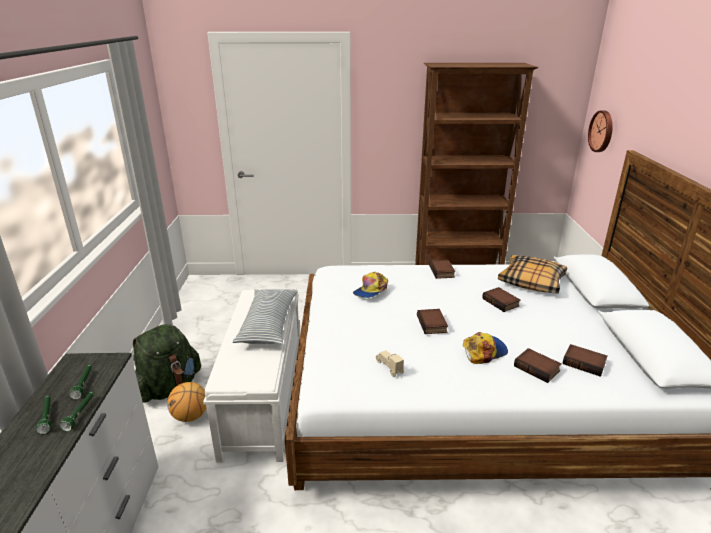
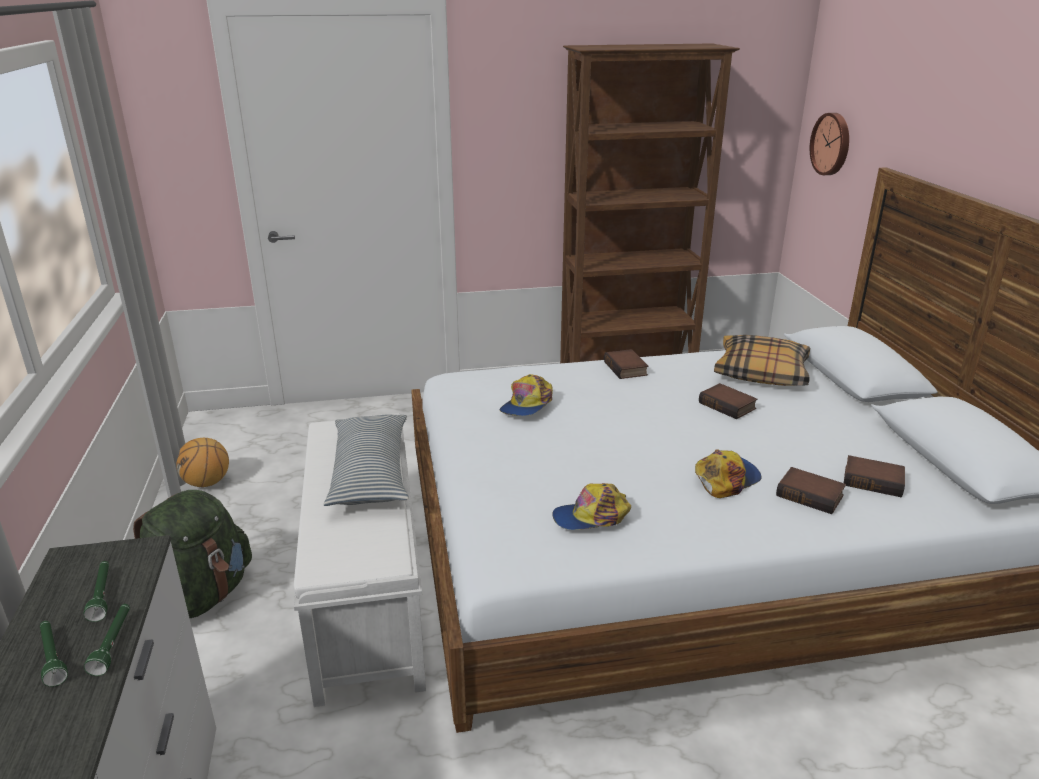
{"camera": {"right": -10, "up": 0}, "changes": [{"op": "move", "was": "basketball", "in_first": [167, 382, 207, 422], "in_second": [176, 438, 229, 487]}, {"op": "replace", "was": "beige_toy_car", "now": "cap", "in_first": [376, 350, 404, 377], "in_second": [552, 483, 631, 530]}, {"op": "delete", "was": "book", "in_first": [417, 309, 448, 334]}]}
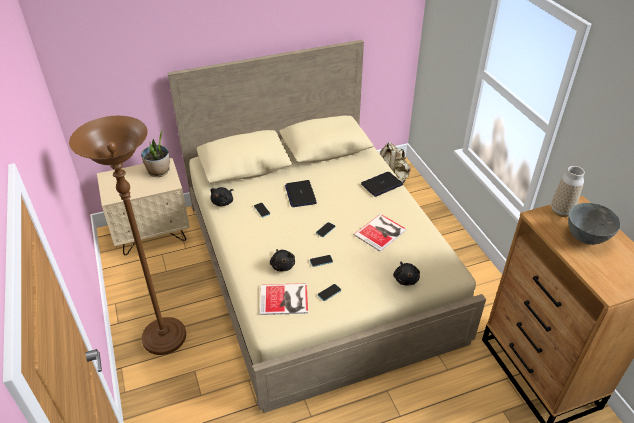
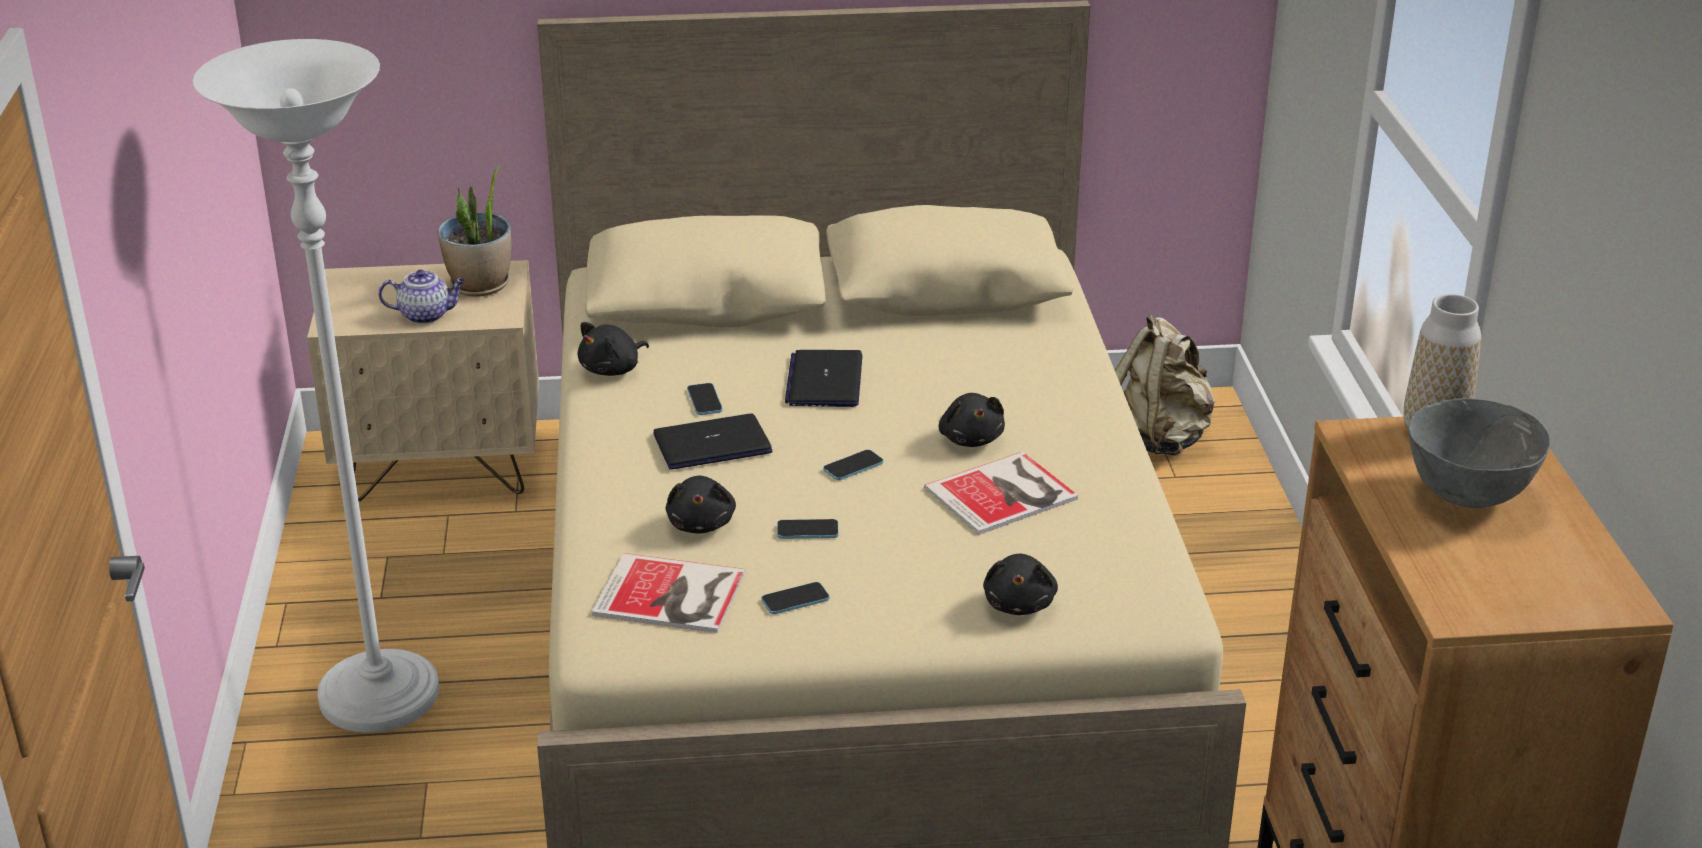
{"camera": {"right": 15, "up": -10}, "changes": [{"op": "recolor", "was": "brown_floor_lamp", "now": "white_floor_lamp", "in_first": [69, 116, 186, 355], "in_second": [193, 39, 439, 733]}, {"op": "insert", "now": "teapot", "in_second": [378, 269, 465, 324]}, {"op": "move", "was": "laptop", "in_first": [361, 172, 403, 197], "in_second": [653, 413, 772, 470]}, {"op": "insert", "now": "black_plush_toy", "in_second": [939, 393, 1005, 447]}]}
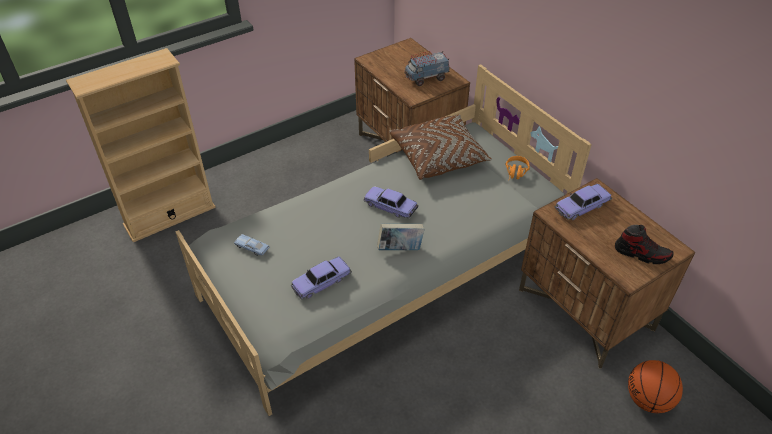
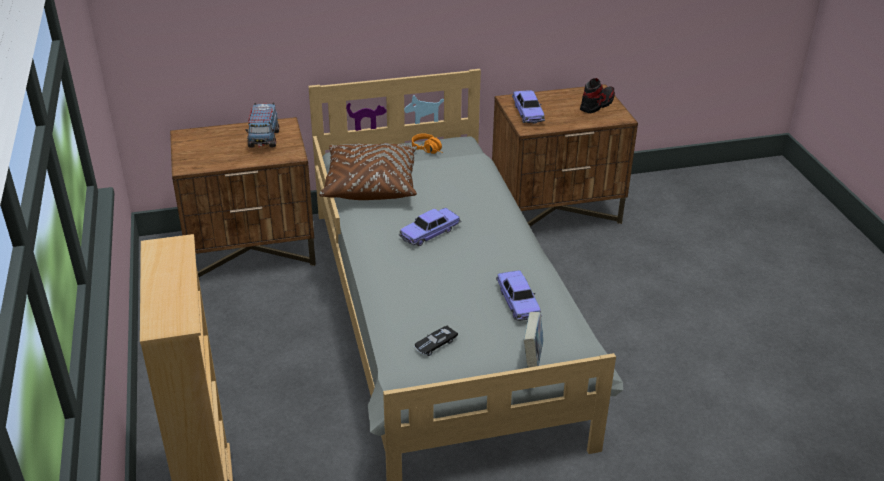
{"camera": {"right": -70, "up": -10}, "changes": [{"op": "recolor", "was": "blue_toy_car", "now": "black_toy_car", "in_first": [234, 234, 269, 256], "in_second": [415, 325, 458, 356]}, {"op": "move", "was": "book", "in_first": [377, 224, 424, 250], "in_second": [524, 312, 543, 368]}, {"op": "delete", "was": "basketball", "in_first": [628, 360, 683, 413]}]}
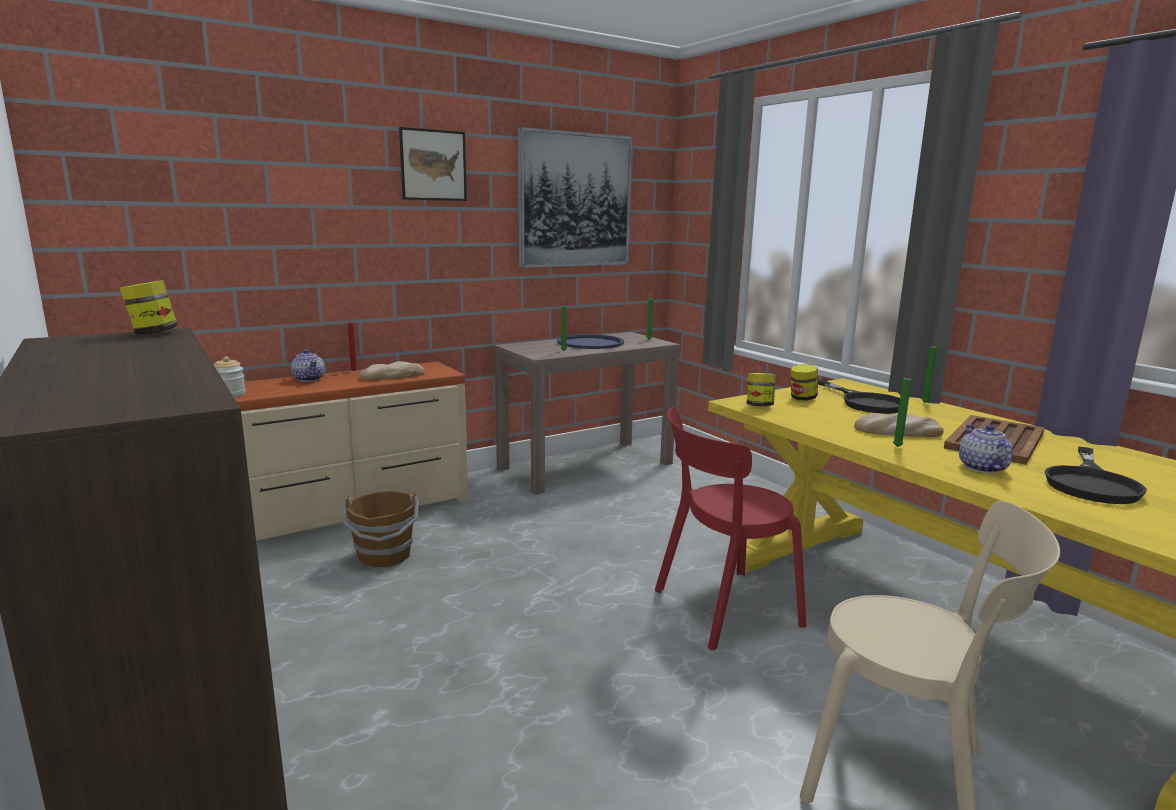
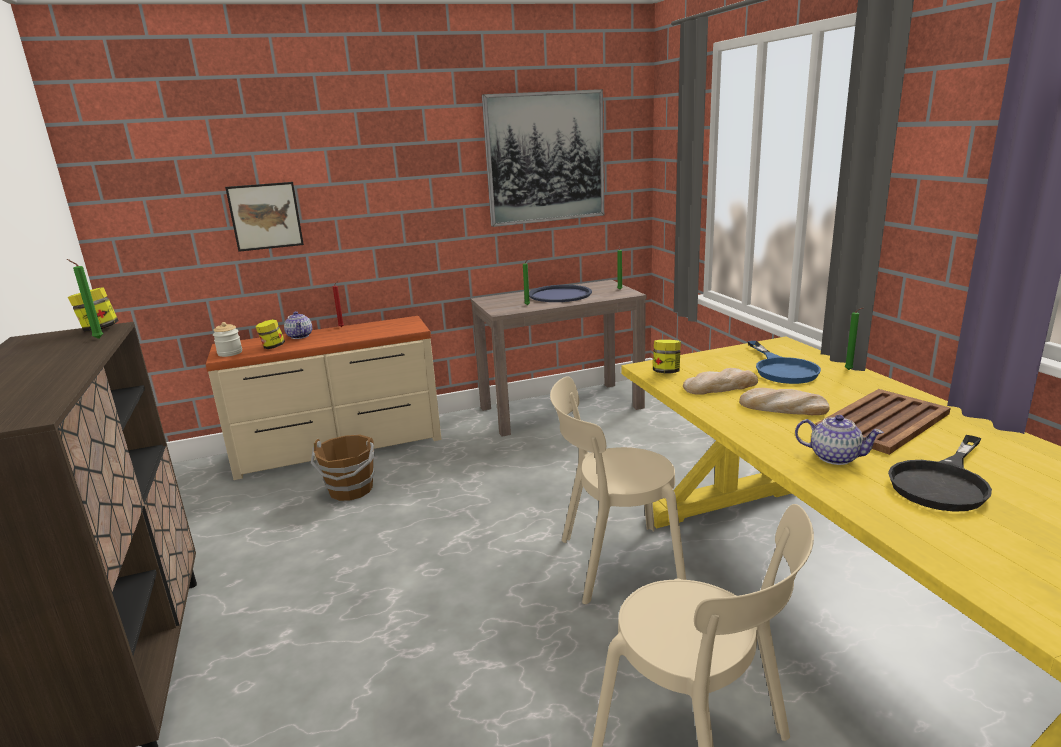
{"camera": {"right": 15, "up": 5}, "changes": [{"op": "move", "was": "green_candle", "in_first": [893, 371, 912, 447], "in_second": [67, 259, 103, 339]}, {"op": "move", "was": "picture", "in_first": [399, 127, 467, 201], "in_second": [225, 182, 304, 252]}, {"op": "move", "was": "jar", "in_first": [791, 364, 818, 400], "in_second": [256, 319, 285, 349]}, {"op": "recolor", "was": "red_chair", "now": "beige_chair", "in_first": [655, 407, 806, 650], "in_second": [550, 376, 686, 604]}, {"op": "move", "was": "bread", "in_first": [360, 361, 425, 380], "in_second": [683, 368, 758, 395]}, {"op": "recolor", "was": "black_frying_pan", "now": "blue_frying_pan", "in_first": [818, 380, 900, 414], "in_second": [748, 341, 821, 384]}, {"op": "rotate", "was": "teapot", "in_first": [959, 424, 1013, 473], "in_second": [795, 415, 884, 465], "clockwise": 105}]}
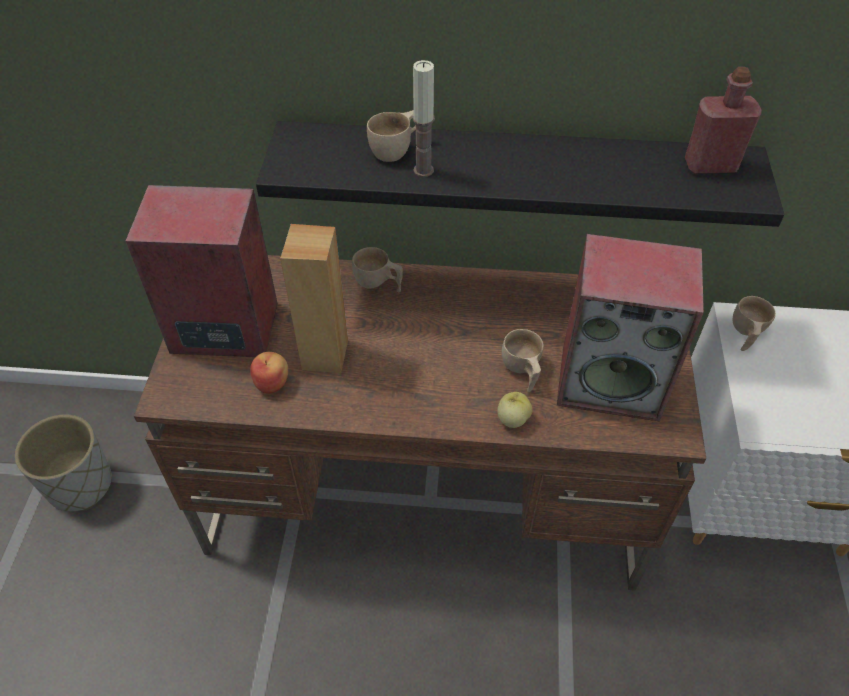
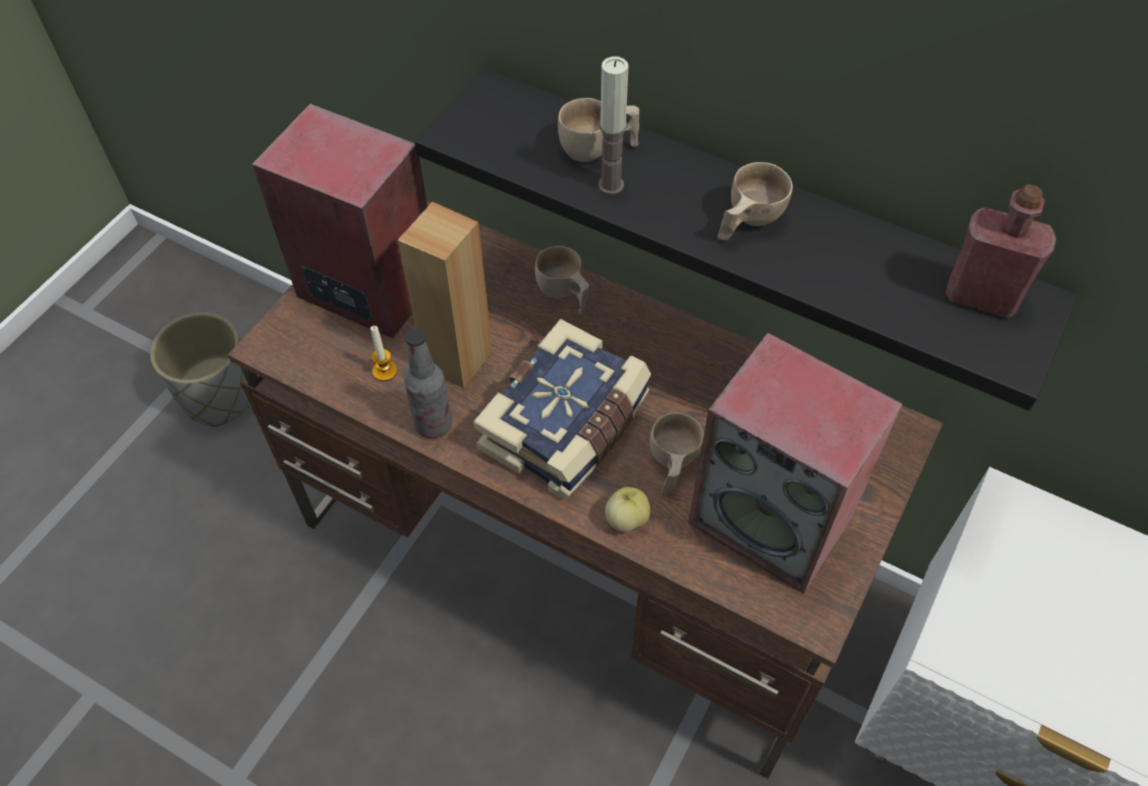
{"camera": {"right": 25, "up": 5}, "changes": [{"op": "replace", "was": "apple", "now": "candle", "in_first": [250, 352, 288, 394], "in_second": [370, 326, 397, 381]}, {"op": "insert", "now": "bottle", "in_second": [404, 328, 452, 438]}, {"op": "insert", "now": "book", "in_second": [473, 319, 651, 499]}, {"op": "move", "was": "beige_cup", "in_first": [733, 296, 776, 351], "in_second": [717, 162, 793, 240]}]}
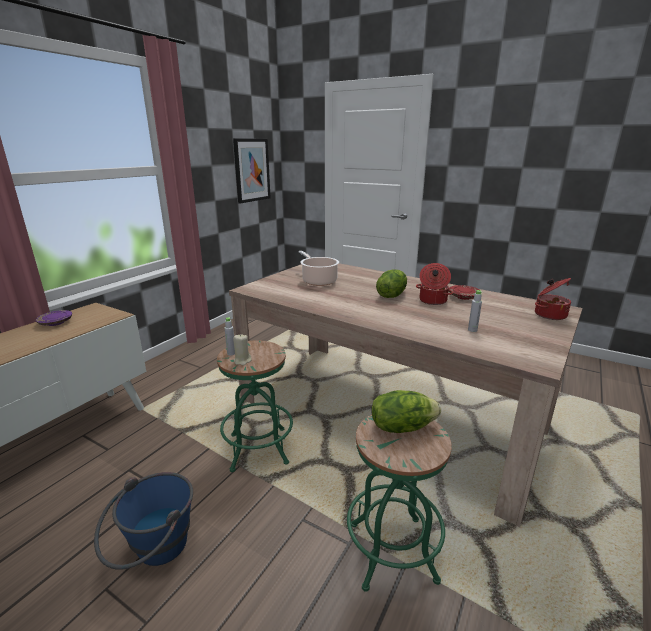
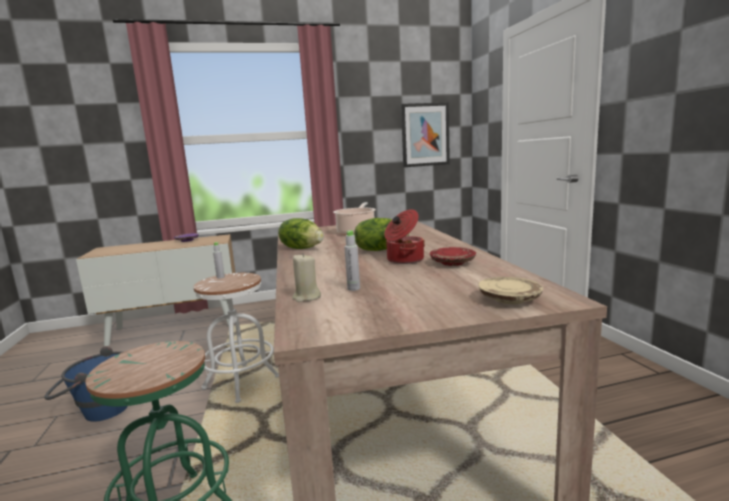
{"camera": {"right": 45, "up": -10}, "changes": [{"op": "recolor", "was": "green_stool", "now": "white_stool", "in_first": [217, 340, 293, 472], "in_second": [193, 273, 279, 403]}, {"op": "move", "was": "lettuce", "in_first": [371, 390, 441, 433], "in_second": [278, 218, 324, 249]}, {"op": "move", "was": "beige_candle", "in_first": [233, 334, 252, 366], "in_second": [292, 253, 321, 302]}, {"op": "replace", "was": "cooking_pot", "now": "beige_plate", "in_first": [535, 278, 571, 320], "in_second": [478, 277, 543, 304]}]}
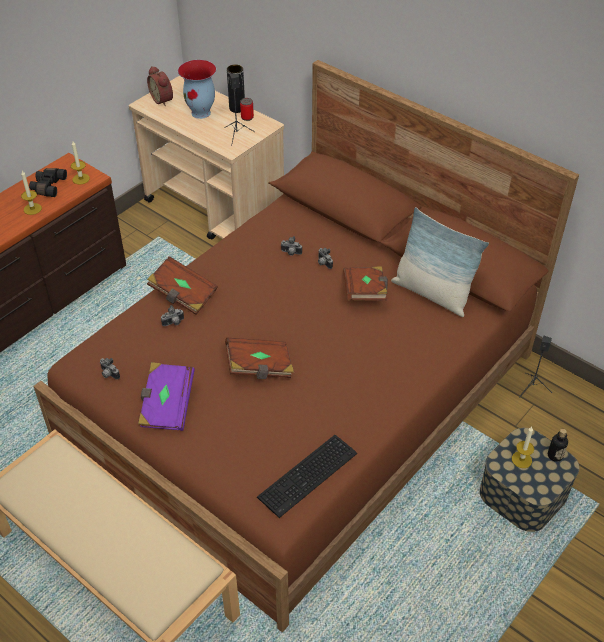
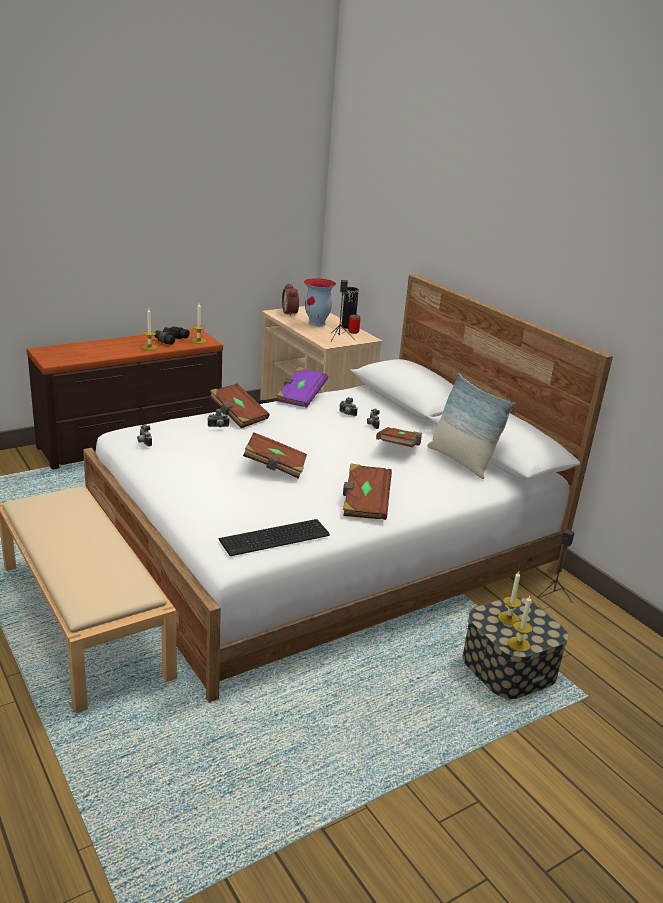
{"camera": {"right": 15, "up": -20}, "changes": [{"op": "recolor", "was": "brown_bed", "now": "white_bed", "in_first": [33, 60, 579, 632], "in_second": [83, 274, 613, 702]}, {"op": "move", "was": "purple_book", "in_first": [138, 362, 195, 431], "in_second": [276, 367, 328, 408]}, {"op": "insert", "now": "brown_book", "in_second": [343, 463, 392, 520]}, {"op": "insert", "now": "candle", "in_second": [508, 596, 533, 652]}, {"op": "delete", "was": "bottle", "in_first": [548, 429, 568, 462]}]}
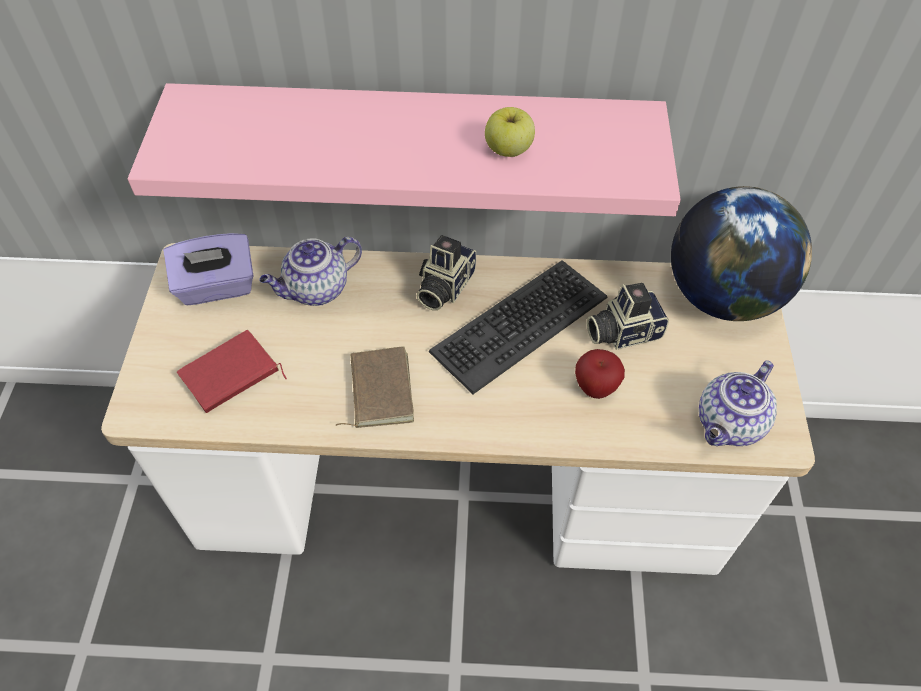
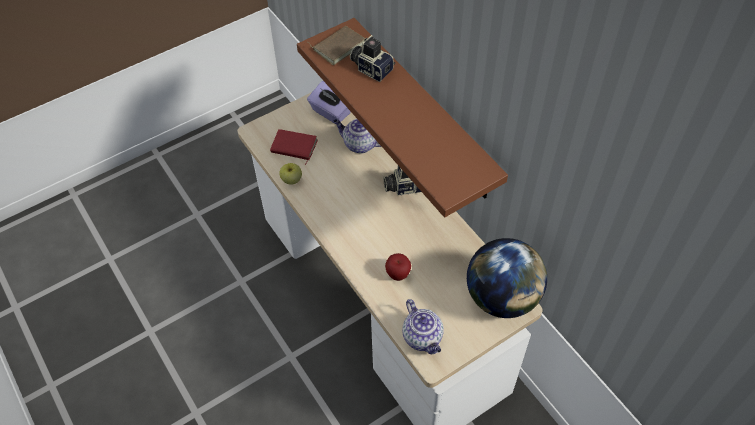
{"camera": {"right": 55, "up": 0}, "changes": [{"op": "move", "was": "apple", "in_first": [485, 107, 535, 157], "in_second": [279, 163, 302, 185]}, {"op": "recolor", "was": "pink_shelf", "now": "brown_shelf", "in_first": [128, 83, 681, 216], "in_second": [297, 18, 508, 218]}, {"op": "move", "was": "brown_book", "in_first": [336, 346, 414, 428], "in_second": [308, 25, 365, 65]}, {"op": "move", "was": "photo_camera", "in_first": [587, 283, 669, 350], "in_second": [350, 35, 395, 82]}, {"op": "rotate", "was": "teapot", "in_first": [699, 360, 777, 446], "in_second": [402, 299, 444, 354], "clockwise": -120}, {"op": "delete", "was": "keyboard", "in_first": [429, 260, 607, 394]}]}
